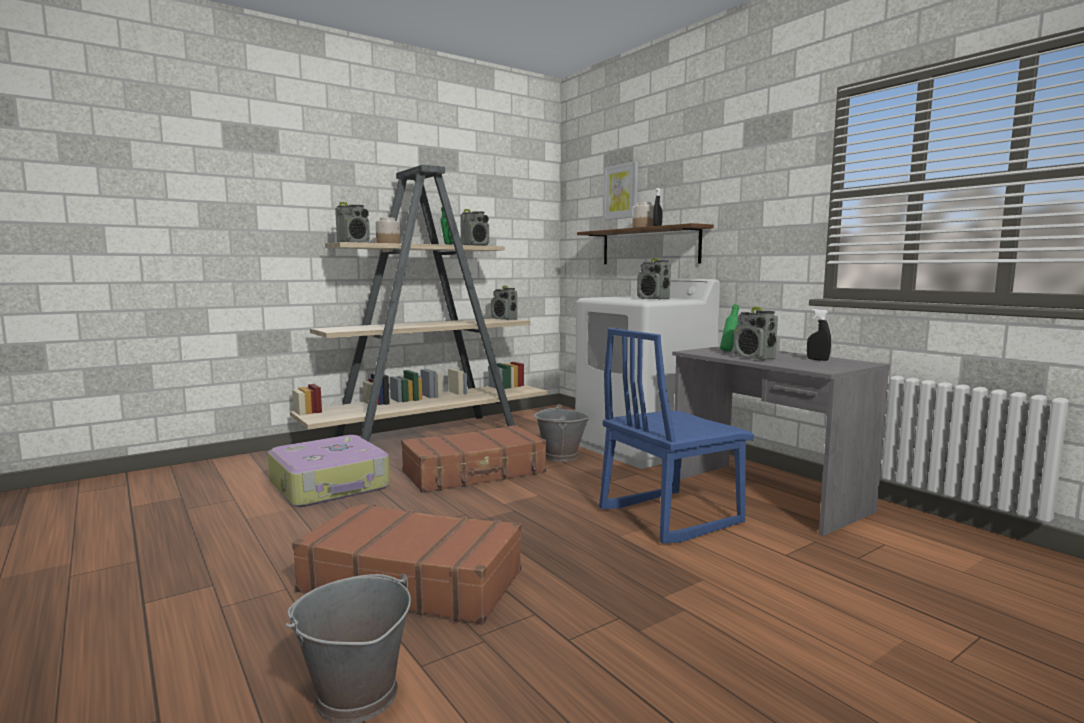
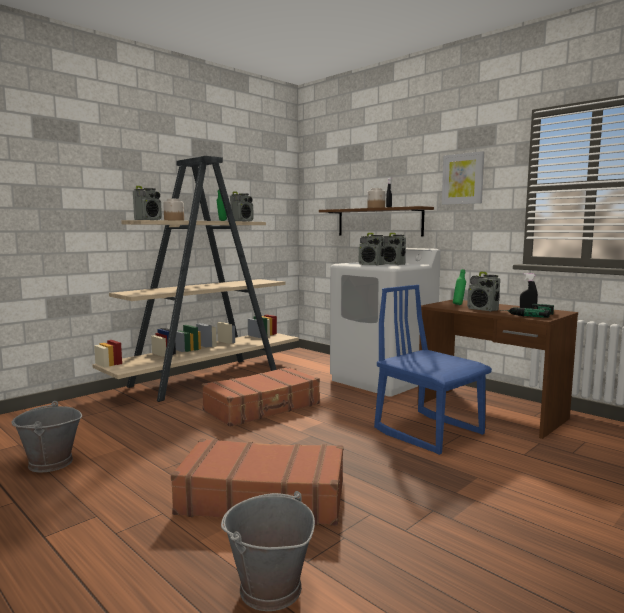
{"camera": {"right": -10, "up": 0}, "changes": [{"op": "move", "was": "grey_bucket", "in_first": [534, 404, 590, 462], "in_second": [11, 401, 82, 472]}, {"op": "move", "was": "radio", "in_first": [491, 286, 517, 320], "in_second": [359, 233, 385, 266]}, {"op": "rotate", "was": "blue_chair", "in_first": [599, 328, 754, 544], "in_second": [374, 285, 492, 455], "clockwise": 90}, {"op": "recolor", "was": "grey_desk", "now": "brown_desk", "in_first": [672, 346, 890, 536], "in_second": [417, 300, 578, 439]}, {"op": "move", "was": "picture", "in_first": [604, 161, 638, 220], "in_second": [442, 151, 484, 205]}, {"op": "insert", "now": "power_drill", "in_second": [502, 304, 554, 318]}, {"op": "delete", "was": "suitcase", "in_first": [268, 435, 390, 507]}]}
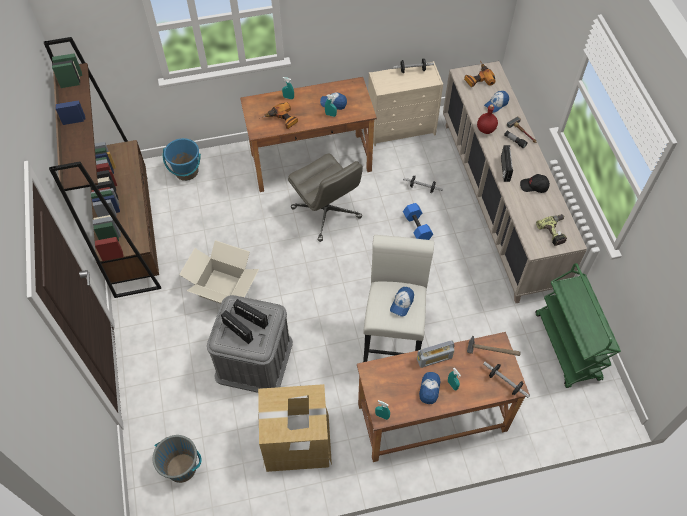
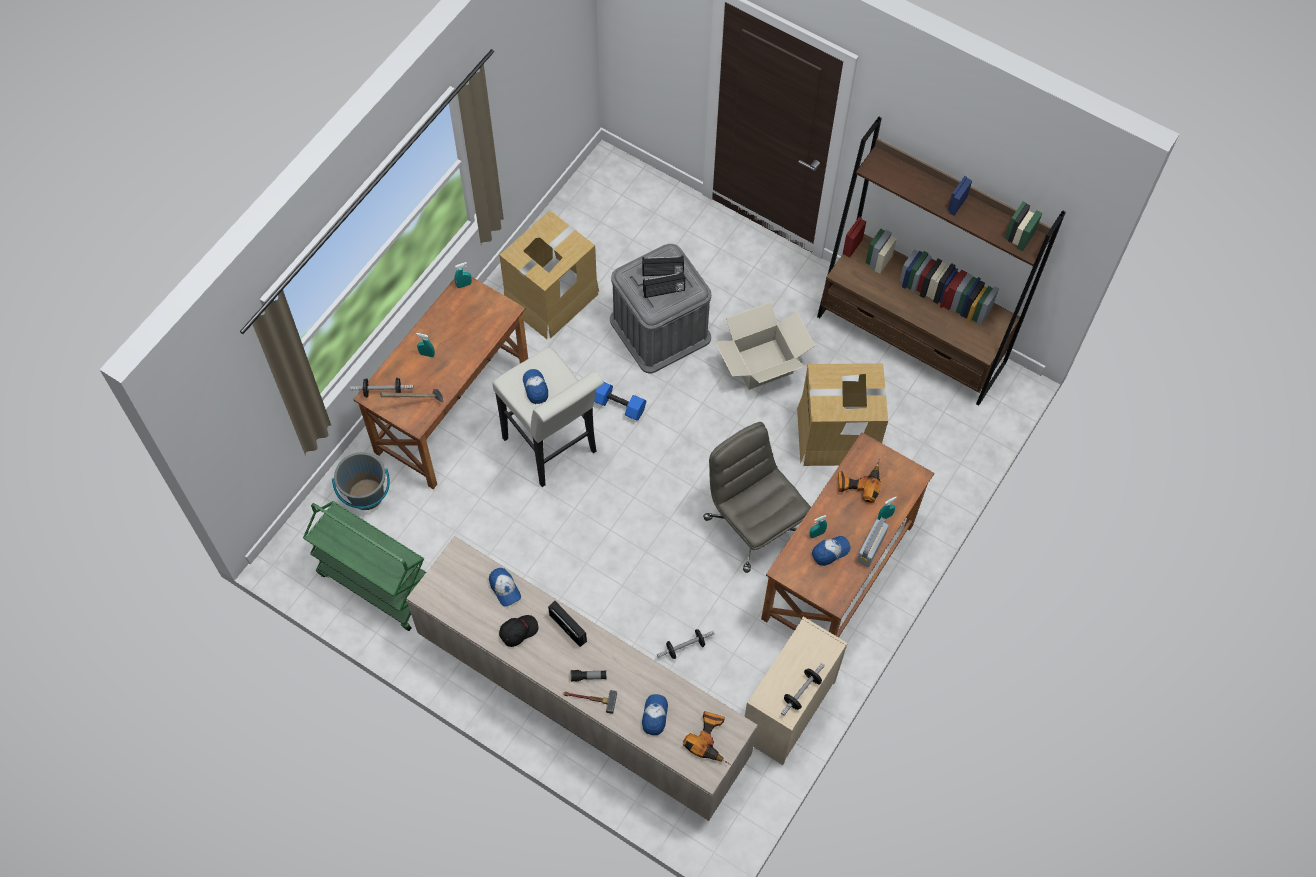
{"camera": {"right": 135, "up": 5}, "changes": [{"op": "move", "was": "grey_bucket", "in_first": [153, 435, 202, 483], "in_second": [331, 452, 390, 510]}, {"op": "move", "was": "cap", "in_first": [419, 372, 440, 404], "in_second": [489, 568, 521, 607]}, {"op": "move", "was": "blue_dumbbell", "in_first": [403, 203, 433, 240], "in_second": [594, 382, 646, 421]}, {"op": "rotate", "was": "grey_office_chair", "in_first": [288, 154, 363, 242], "in_second": [703, 422, 811, 573], "clockwise": 45}, {"op": "insert", "now": "cardboard_box", "in_second": [797, 363, 888, 466]}, {"op": "move", "was": "radio", "in_first": [417, 341, 455, 368], "in_second": [857, 517, 889, 567]}, {"op": "delete", "was": "blue_bucket", "in_first": [163, 138, 201, 181]}, {"op": "delete", "was": "red_bottle", "in_first": [477, 104, 498, 134]}, {"op": "delete", "was": "power_drill", "in_first": [536, 214, 567, 246]}]}
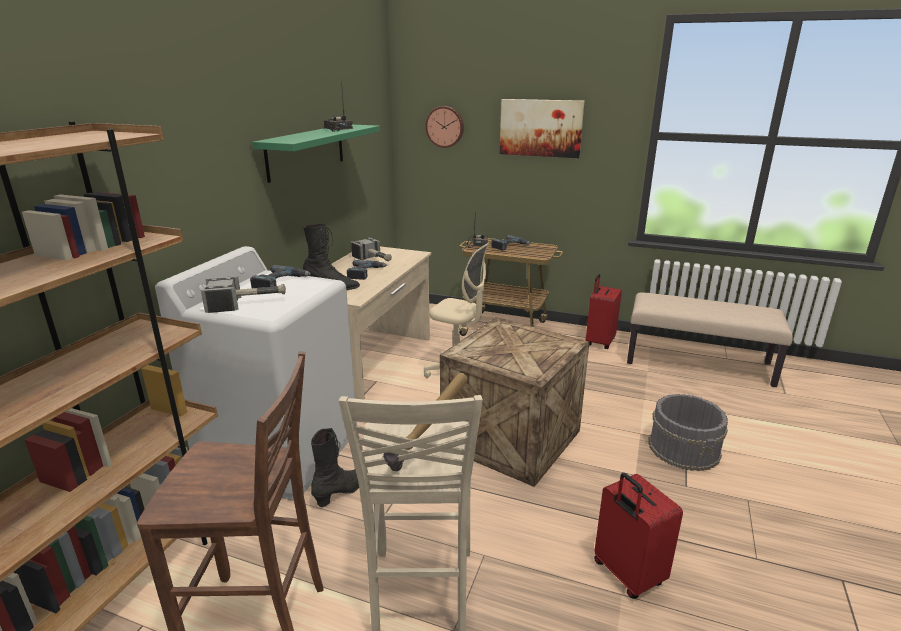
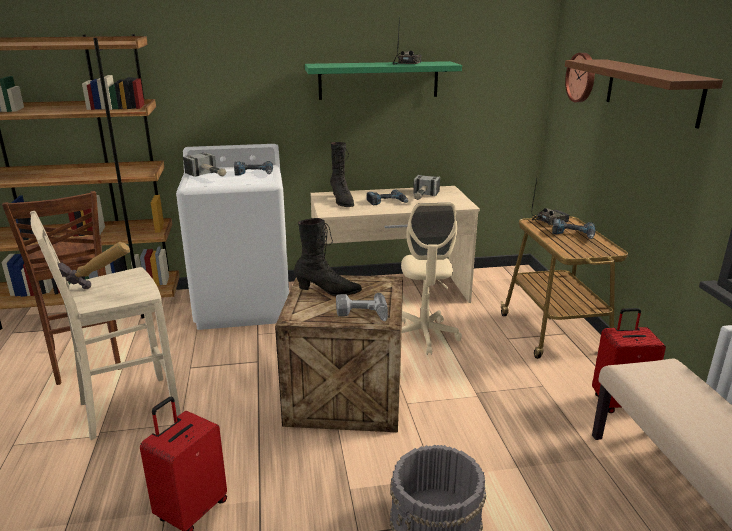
{"camera": {"right": 60, "up": 0}, "changes": [{"op": "move", "was": "black_boot", "in_first": [311, 428, 359, 507], "in_second": [294, 218, 362, 296]}, {"op": "insert", "now": "power_drill", "in_second": [336, 293, 388, 321]}, {"op": "replace", "was": "picture", "now": "brown_shelf", "in_first": [500, 99, 584, 158], "in_second": [565, 59, 723, 128]}]}
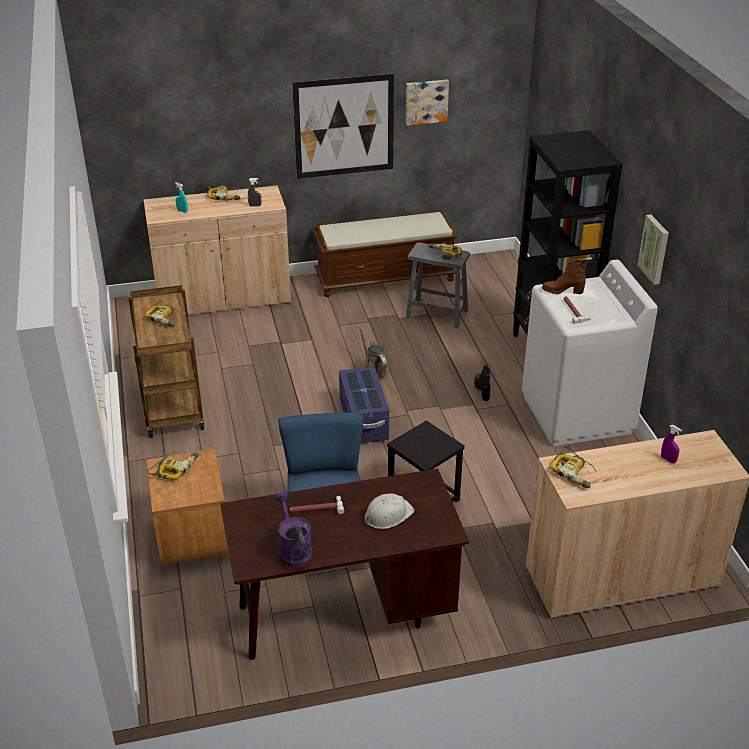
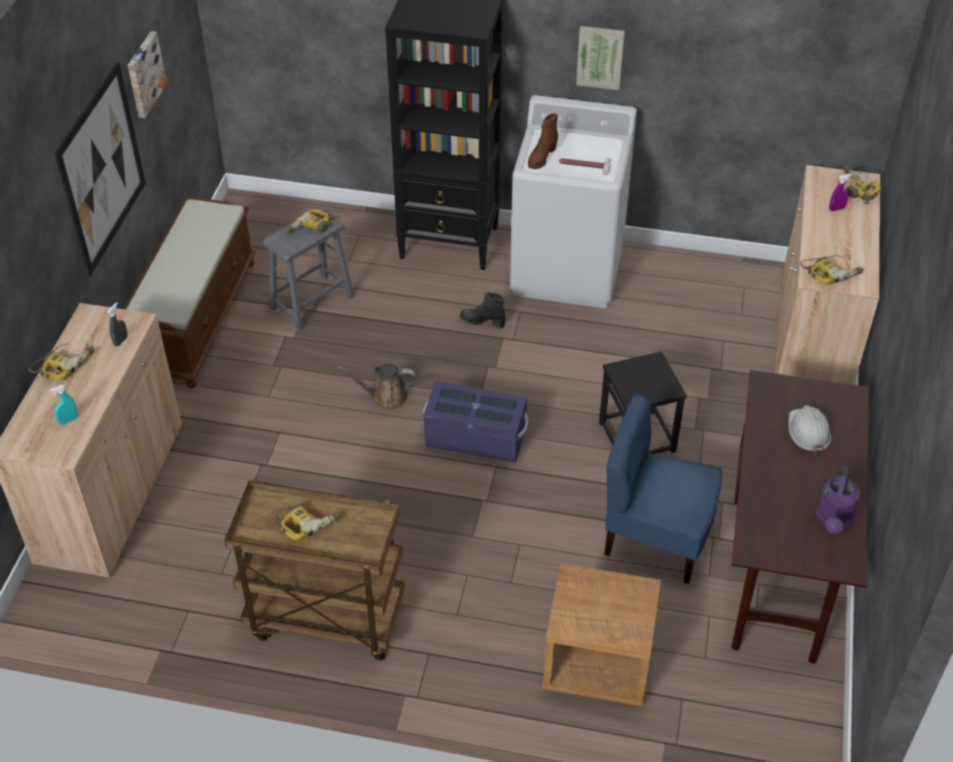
{"camera": {"right": -65, "up": 10}, "changes": [{"op": "rotate", "was": "purple_watering_can", "in_first": [275, 492, 312, 567], "in_second": [816, 466, 860, 534], "clockwise": -75}, {"op": "move", "was": "power_drill", "in_first": [148, 451, 198, 479], "in_second": [836, 167, 881, 204]}, {"op": "delete", "was": "hammer", "in_first": [290, 496, 344, 514]}]}
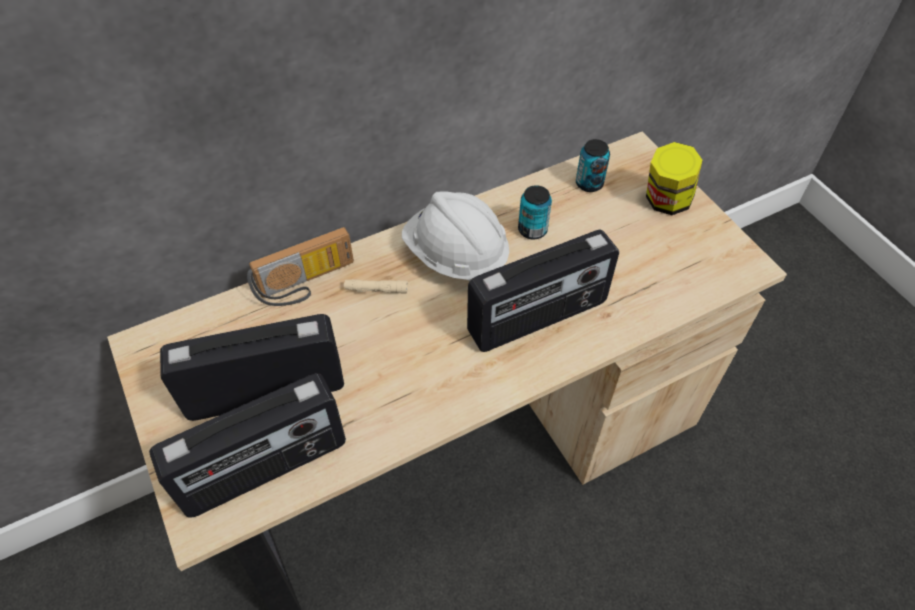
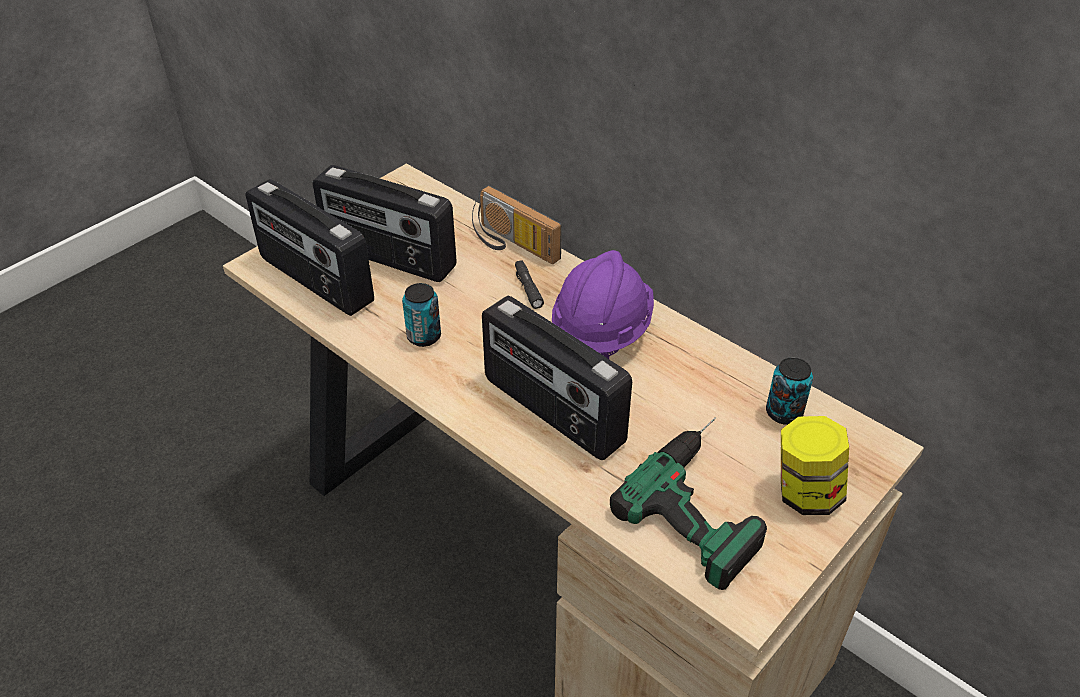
{"camera": {"right": 70, "up": -10}, "changes": [{"op": "rotate", "was": "radio", "in_first": [160, 314, 344, 421], "in_second": [313, 165, 457, 282], "clockwise": 150}, {"op": "move", "was": "can", "in_first": [518, 185, 552, 240], "in_second": [402, 283, 441, 347]}, {"op": "recolor", "was": "beige_flashlight", "now": "black_flashlight", "in_first": [344, 280, 408, 293], "in_second": [515, 260, 544, 309]}, {"op": "recolor", "was": "white_hard_hat", "now": "purple_hard_hat", "in_first": [402, 191, 509, 281], "in_second": [552, 250, 654, 359]}, {"op": "insert", "now": "power_drill", "in_second": [610, 417, 767, 590]}]}
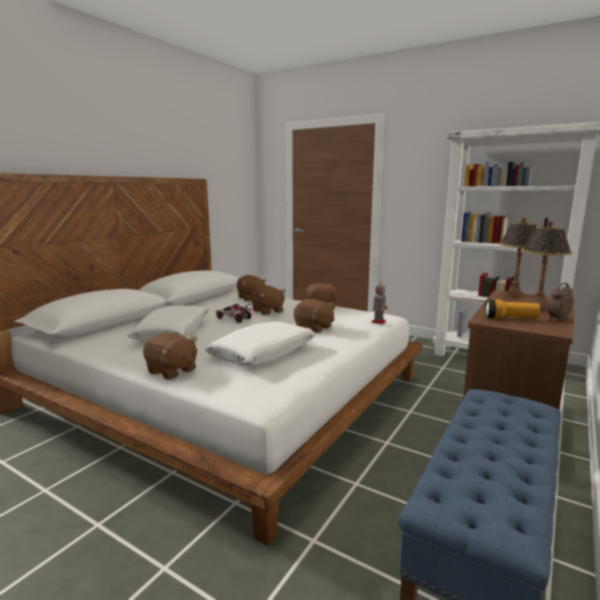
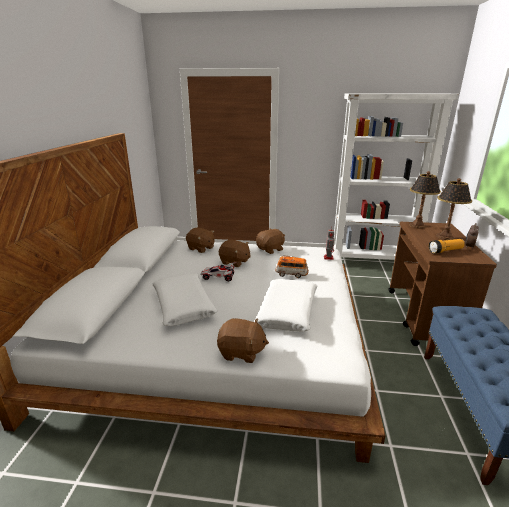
{"camera": {"right": -25, "up": 10}, "changes": [{"op": "replace", "was": "brown_plush_toy", "now": "toy_car", "in_first": [294, 299, 335, 333], "in_second": [275, 255, 309, 278]}]}
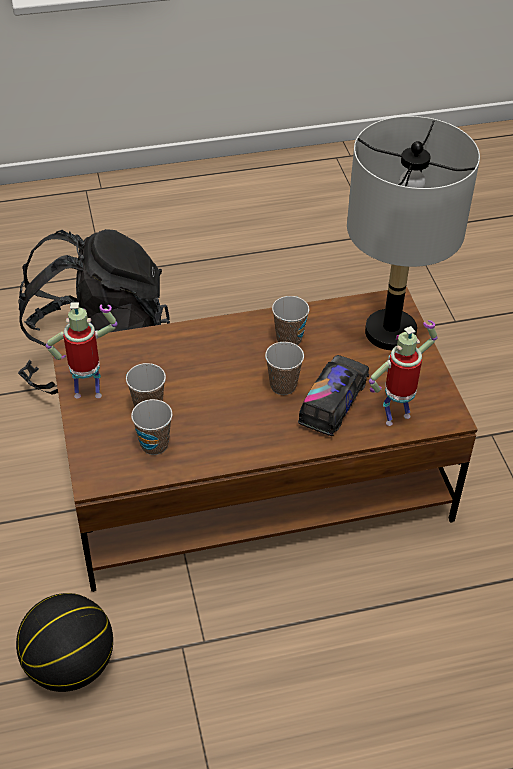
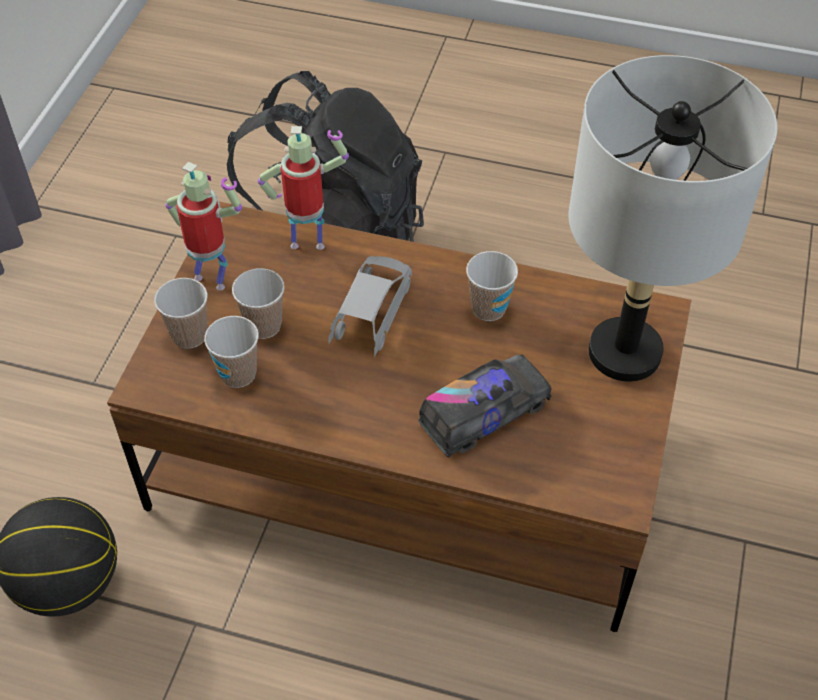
{"camera": {"right": 30, "up": 5}, "changes": [{"op": "move", "was": "cup", "in_first": [265, 342, 304, 395], "in_second": [154, 278, 208, 349]}, {"op": "move", "was": "toy_robot", "in_first": [369, 320, 437, 426], "in_second": [258, 126, 349, 250]}, {"op": "insert", "now": "grey_toy_car", "in_second": [328, 256, 412, 356]}]}
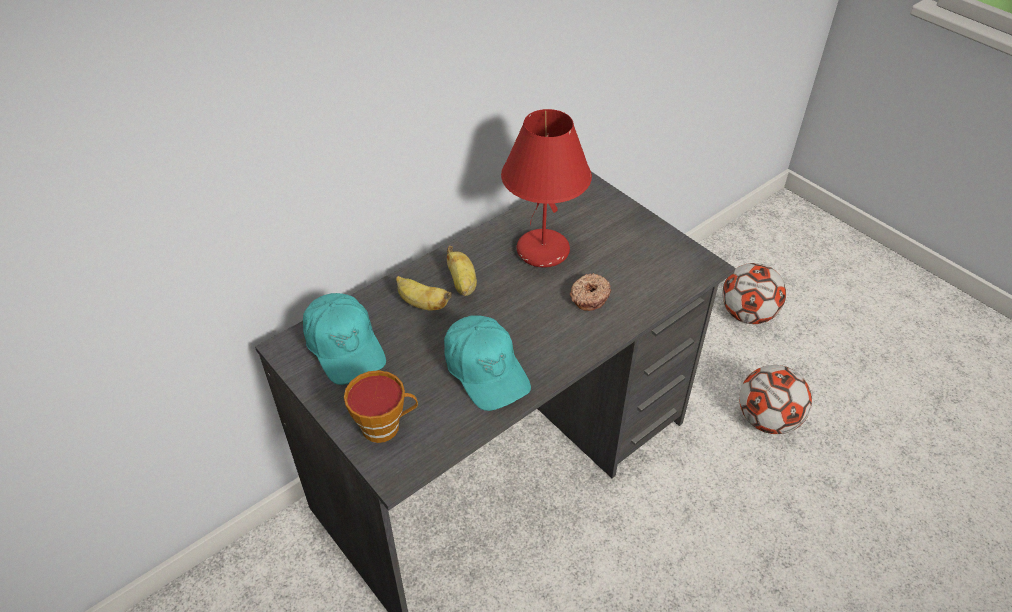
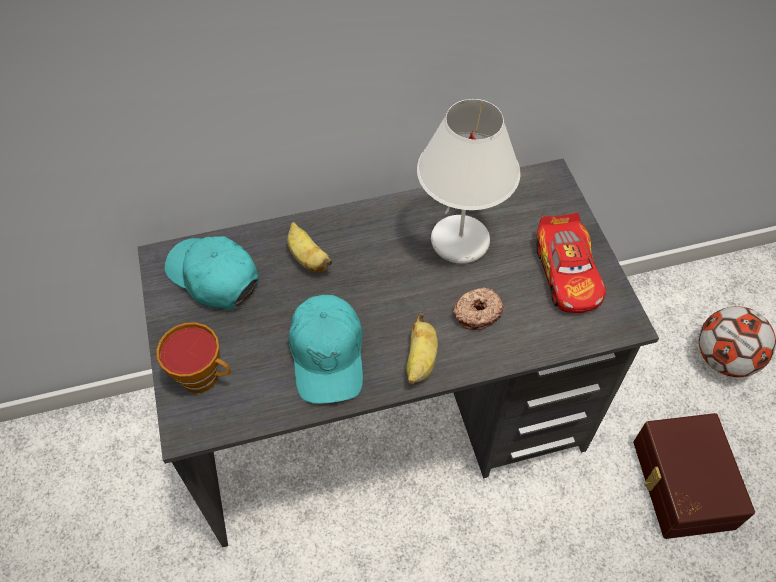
{"camera": {"right": 25, "up": 10}, "changes": [{"op": "rotate", "was": "turquoise_cap", "in_first": [303, 293, 386, 385], "in_second": [165, 236, 259, 310], "clockwise": 135}, {"op": "move", "was": "banana", "in_first": [447, 246, 477, 296], "in_second": [406, 313, 438, 384]}, {"op": "recolor", "was": "red_table_lamp", "now": "white_table_lamp", "in_first": [501, 109, 592, 268], "in_second": [417, 99, 521, 264]}, {"op": "insert", "now": "toy_car", "in_second": [536, 212, 606, 313]}, {"op": "replace", "was": "football", "now": "brown_storage_box", "in_first": [739, 365, 812, 434], "in_second": [633, 413, 755, 539]}]}
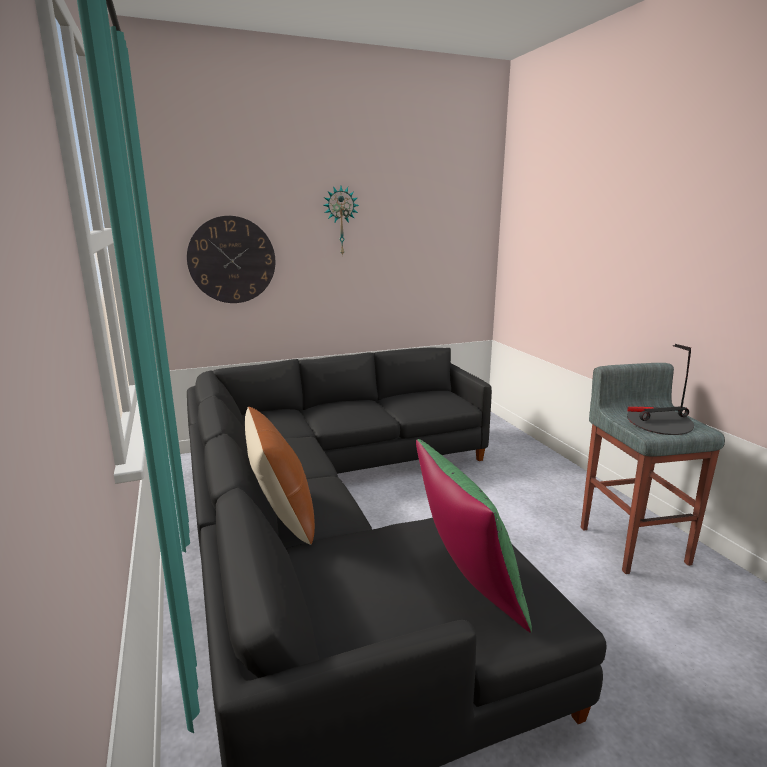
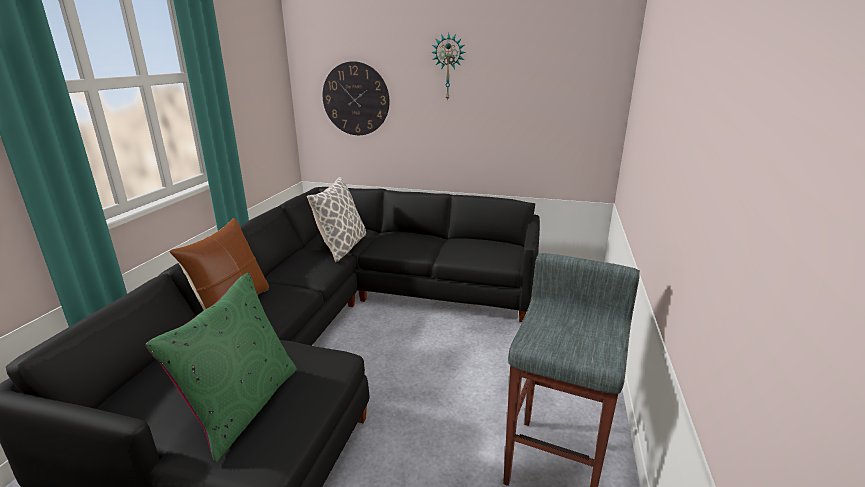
{"camera": {"right": 35, "up": 5}, "changes": [{"op": "insert", "now": "pillow", "in_second": [307, 177, 366, 262]}, {"op": "delete", "was": "table_lamp", "in_first": [627, 344, 694, 435]}]}
